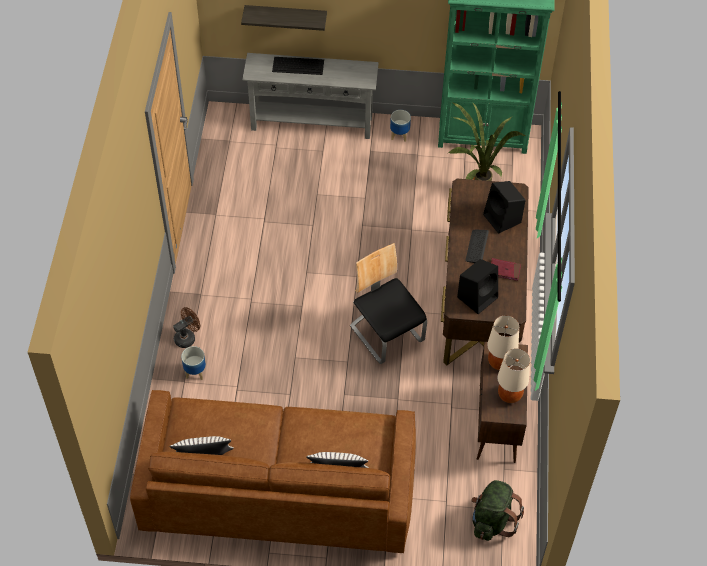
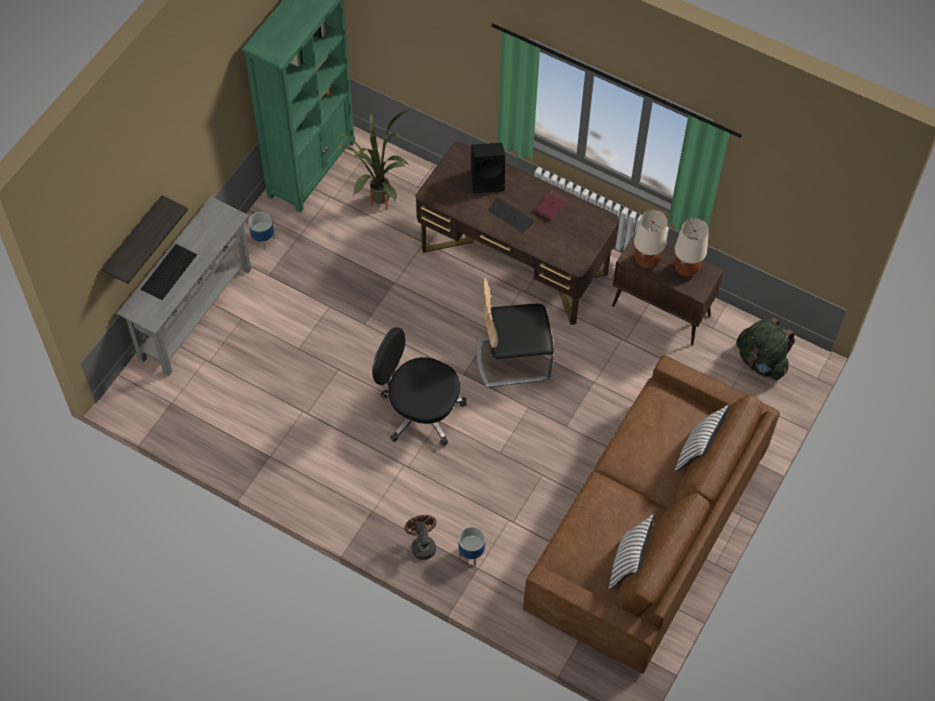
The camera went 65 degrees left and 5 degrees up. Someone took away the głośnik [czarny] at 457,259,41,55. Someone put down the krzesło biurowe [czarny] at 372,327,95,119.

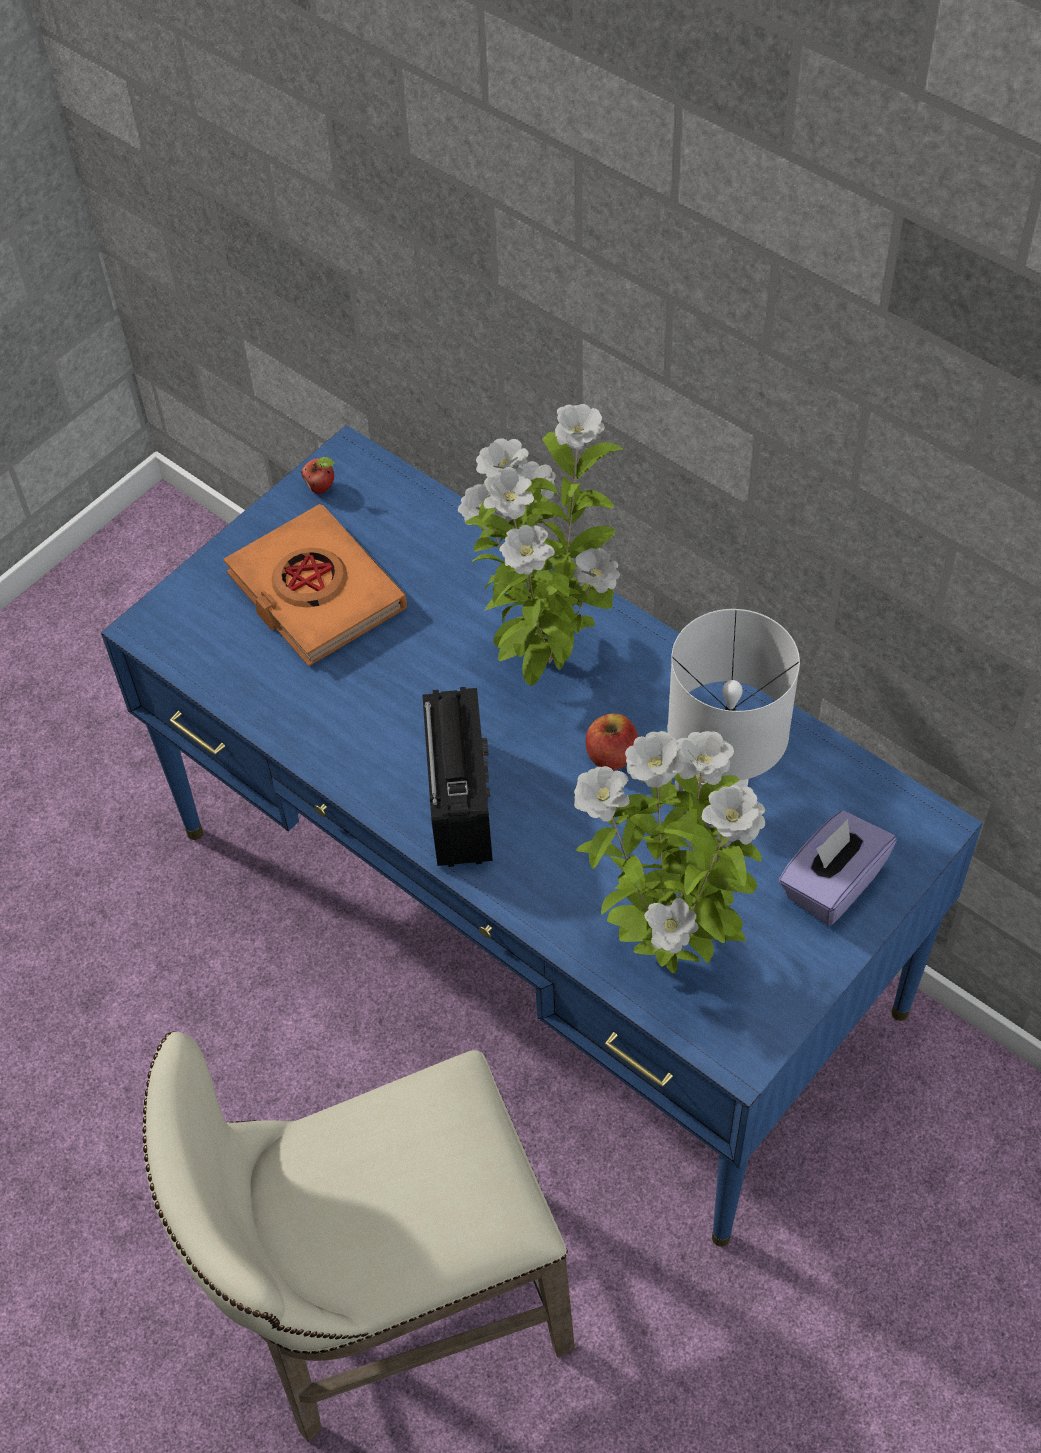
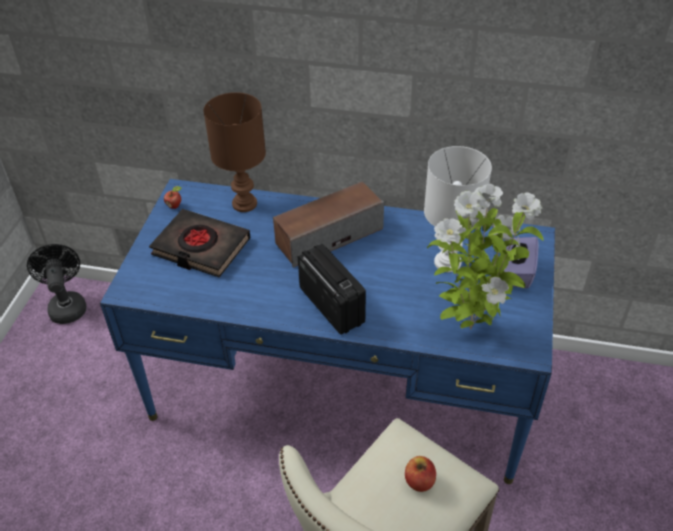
The camera went 30 degrees left and 10 degrees down. Someone swapped the roślina doniczkowa at 458,404,165,282 for the głośnik at 273,181,111,87. Someone repainted the książka [pomarańczowy] at 224,504,183,162, which became the książka [czarny] at 149,209,101,68. Someone carried the jabłko from 586,713,52,57 to 405,456,31,36. Someone put down the lampa stołowa [brązowy] at 204,92,62,120. Someone put down the wentylator [czarny] at 27,244,60,80.

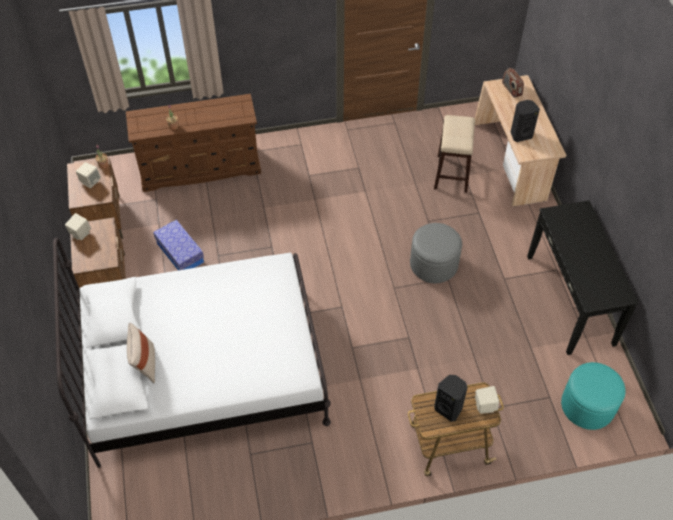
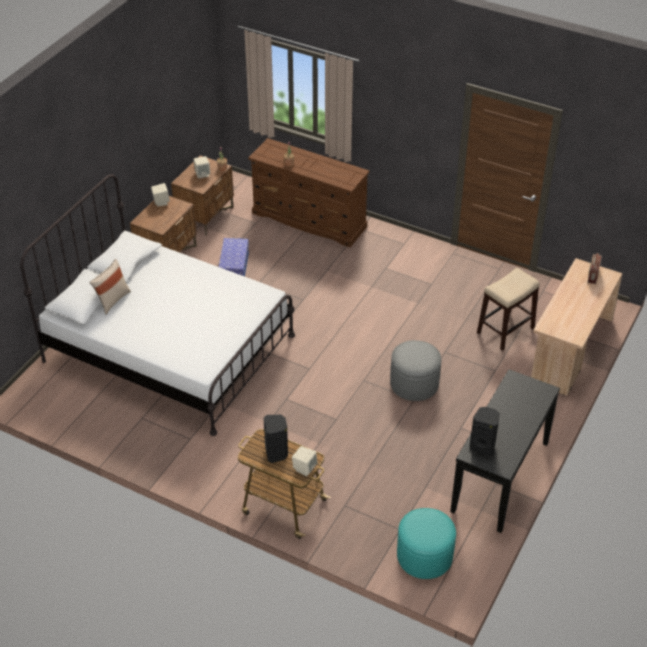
The camera went 40 degrees right and 10 degrees down. Someone carried the głośnik [czarny] from 511,100,29,42 to 469,407,31,48.

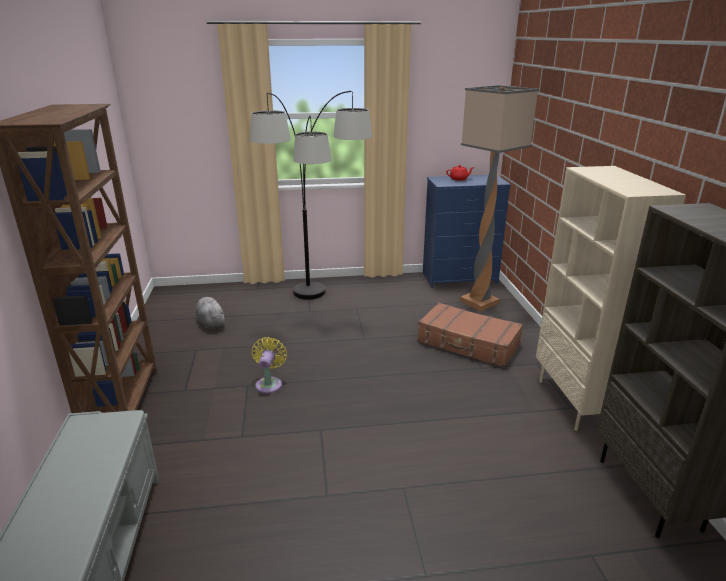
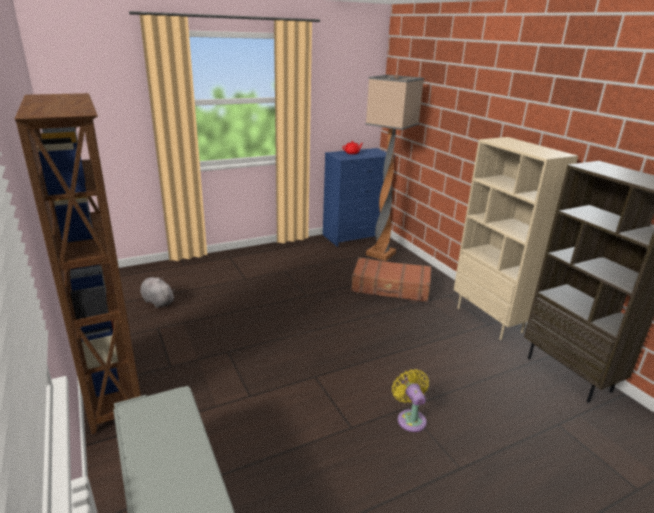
The camera went 20 degrees left and 0 degrees up. Someone took away the lampa stojąca at 250,91,122,209. Someone carried the wentylator [żółty] from 252,337,35,57 to 392,369,37,63.

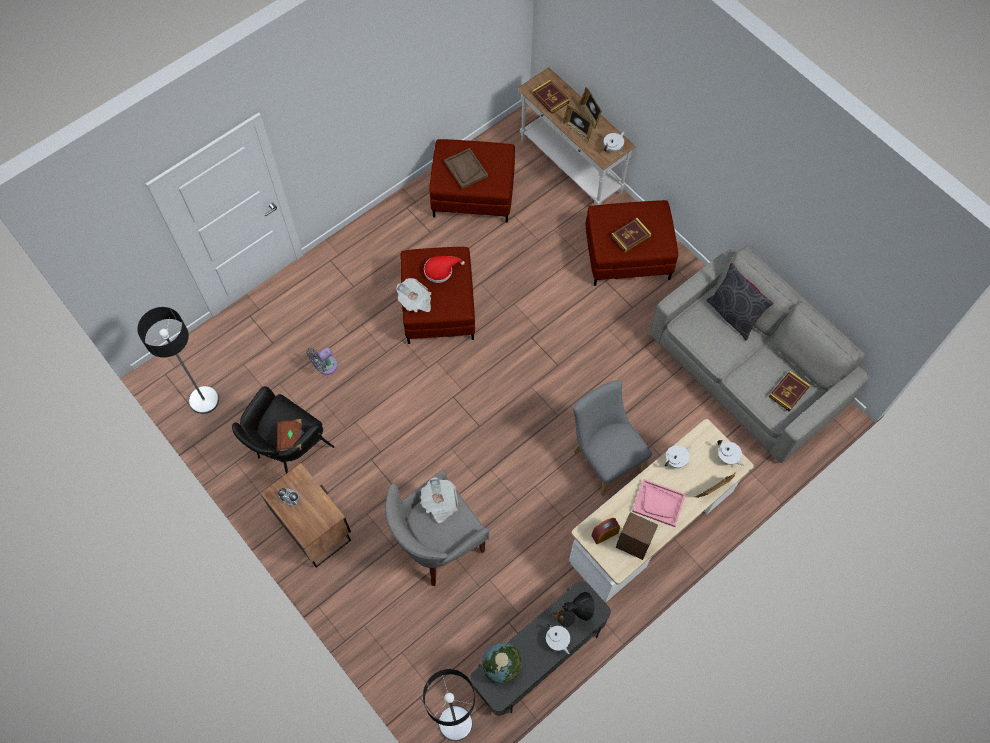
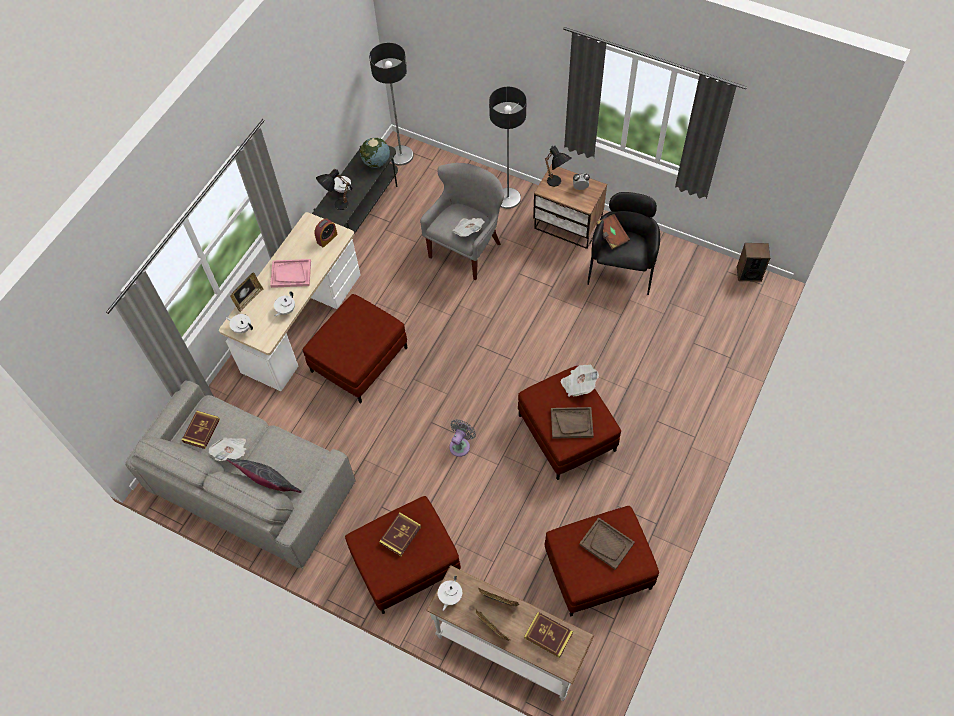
The camera went 160 degrees right and 5 degrees down. Someone swapped the kapelusz [czerwony] at 424,256,41,27 for the taca [brązowy] at 551,407,43,32. Someone carried the lampa stojąca from 137,307,82,107 to 489,87,37,122. Someone carried the wentylator [szary] from 306,347,32,28 to 449,419,27,38. Someone swapped the krzesło [szary] at 573,380,79,117 for the pufa [czerwony] at 303,294,105,109. Someone carried the głośnik from 616,512,42,48 to 737,243,33,39. Someone put down the lampa stołowa [czarny] at 545,146,27,41. Someone put down the gazeta at 209,437,37,24.

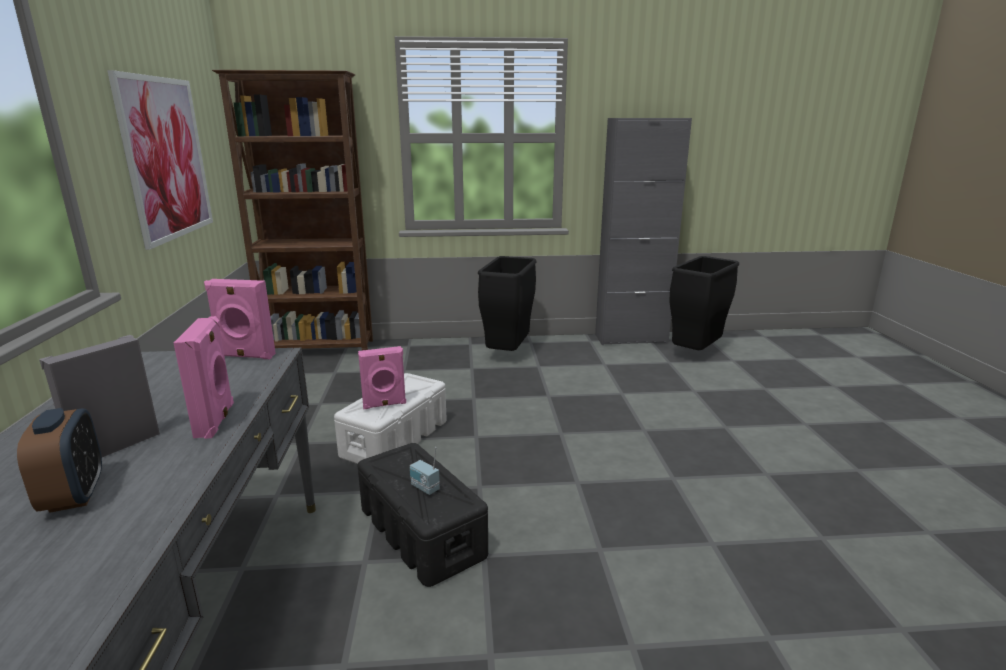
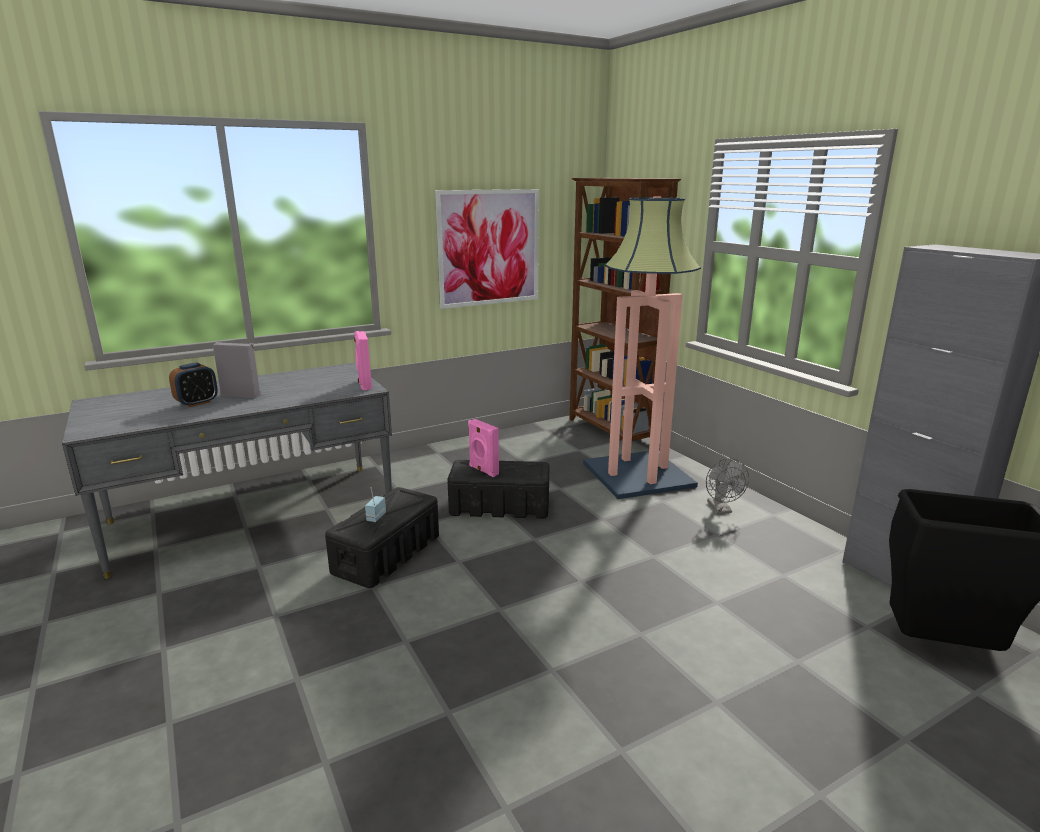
The camera went 65 degrees right and 0 degrees up. Someone swapped the kosz na śmieci [czarny] at 478,256,59,95 for the wentylator [szary] at 706,458,43,56. Someone took away the głośnik [różowy] at 174,316,60,123. Someone repainted the pojemnik do przechowywania [biały] at 334,373,113,91, which became the pojemnik do przechowywania [czarny] at 447,460,102,59. Someone put down the lampa stojąca at 583,197,118,302.

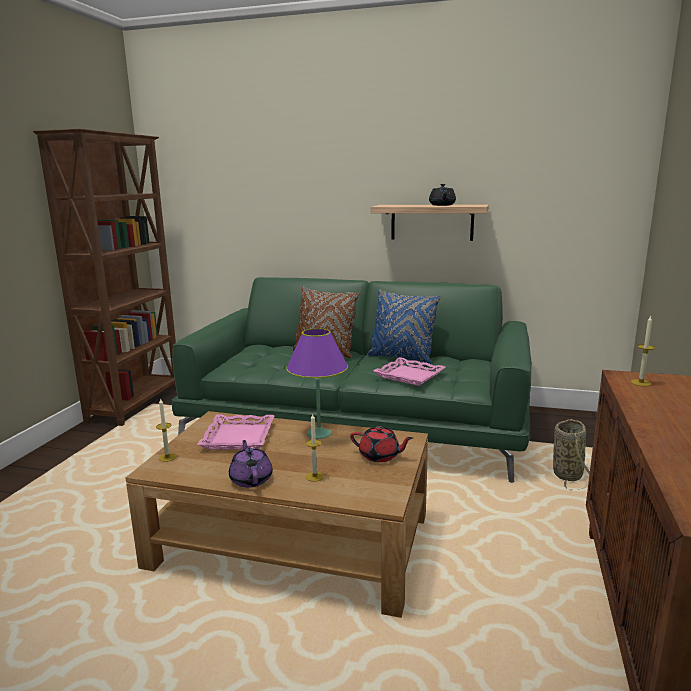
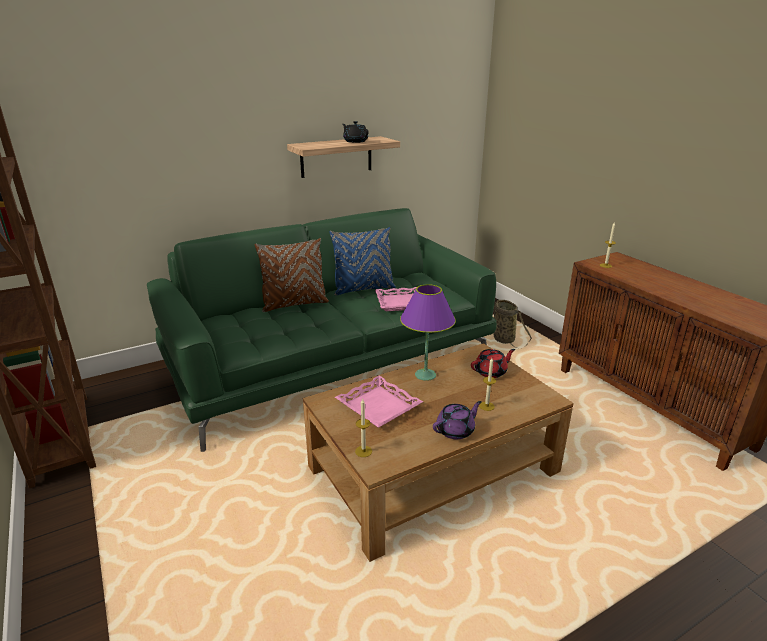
The camera went 45 degrees left and 10 degrees up. Someone rotated the imbryk [fioletowy] at 229,440,44,47 by 120 degrees clockwise.

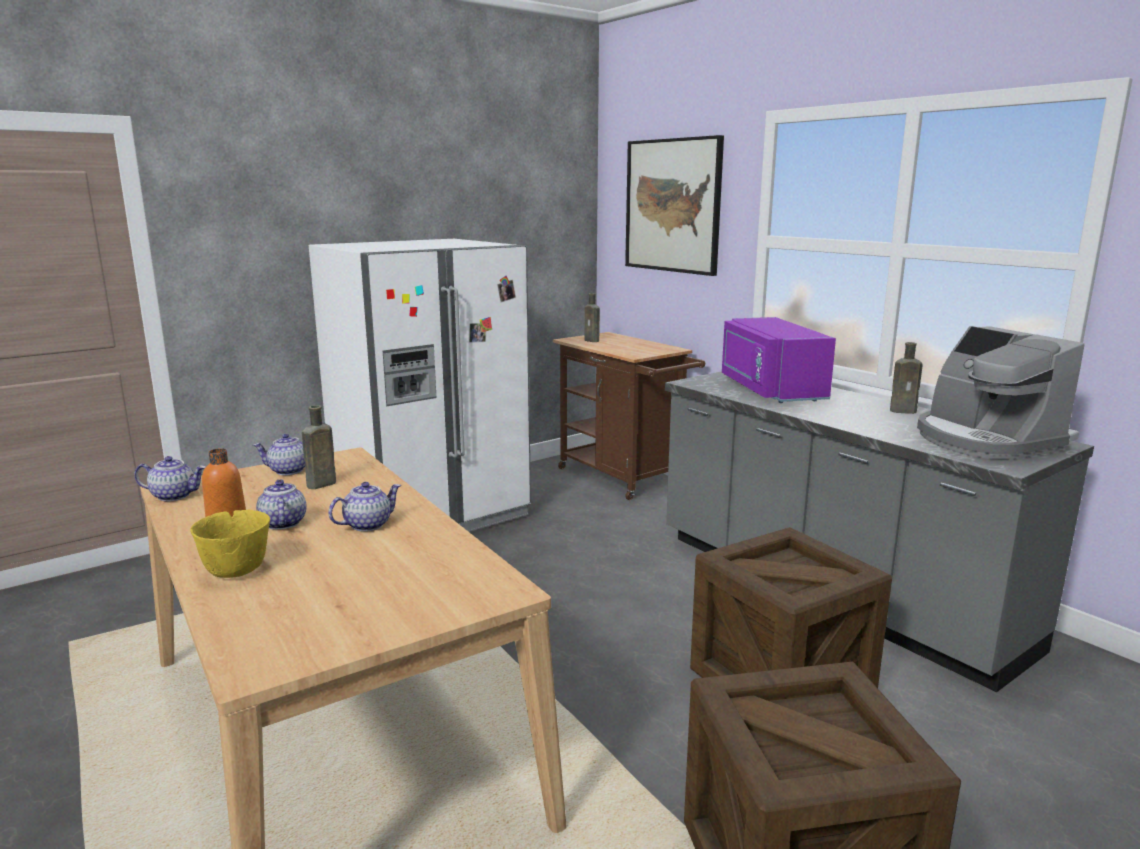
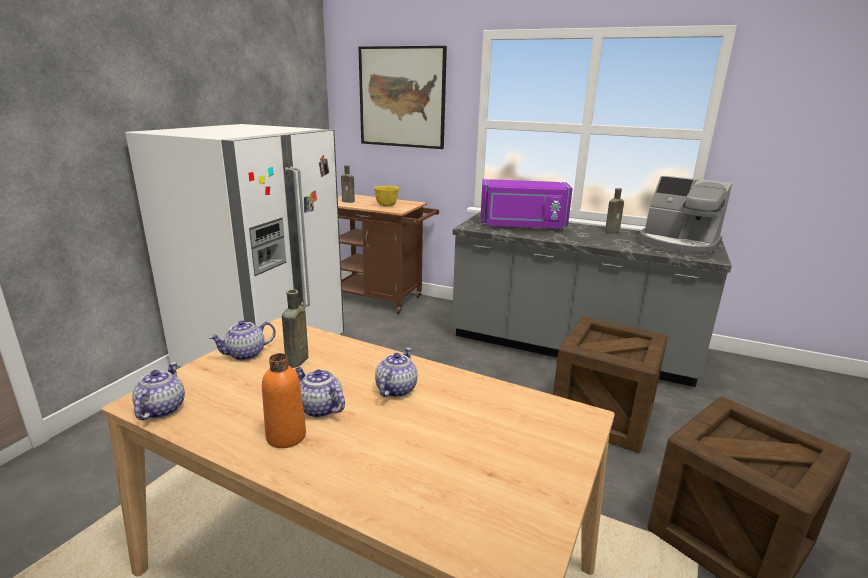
The camera went 30 degrees left and 5 degrees up. Someone rotated the mikrofalówka [fioletowy] at 722,317,114,86 by 45 degrees counterclockwise. Someone rotated the imbryk at 134,456,72,45 by 60 degrees counterclockwise. Someone carried the miska [żółty] from 190,510,80,68 to 374,186,25,21.

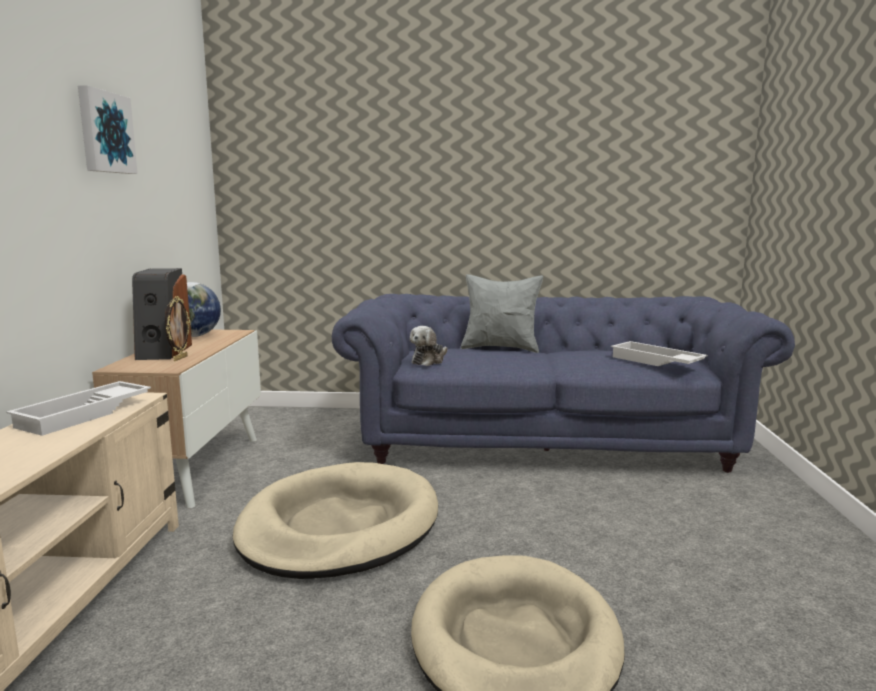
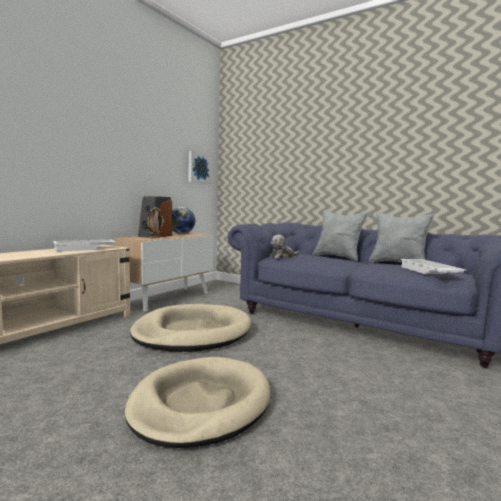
The camera went 30 degrees right and 5 degrees down. Someone carried the obraz from 78,85,60,89 to 189,151,22,33. Someone put down the poduszka [szary] at 369,212,65,50.

